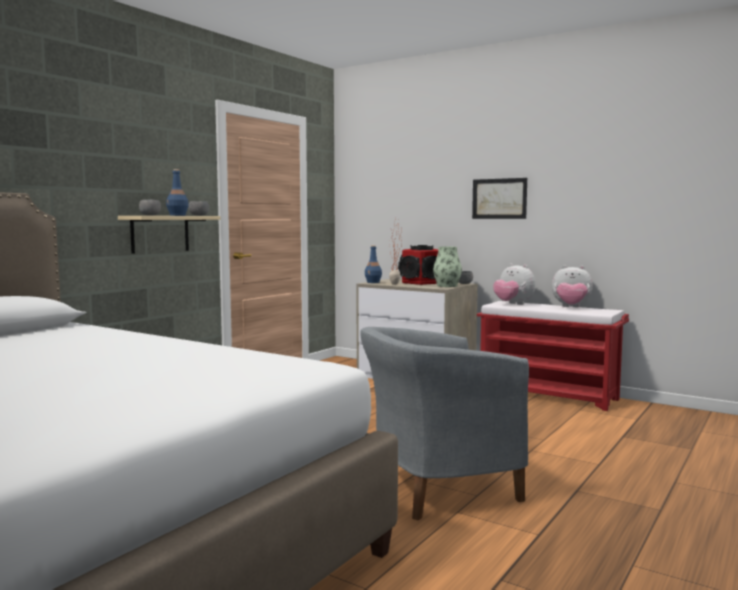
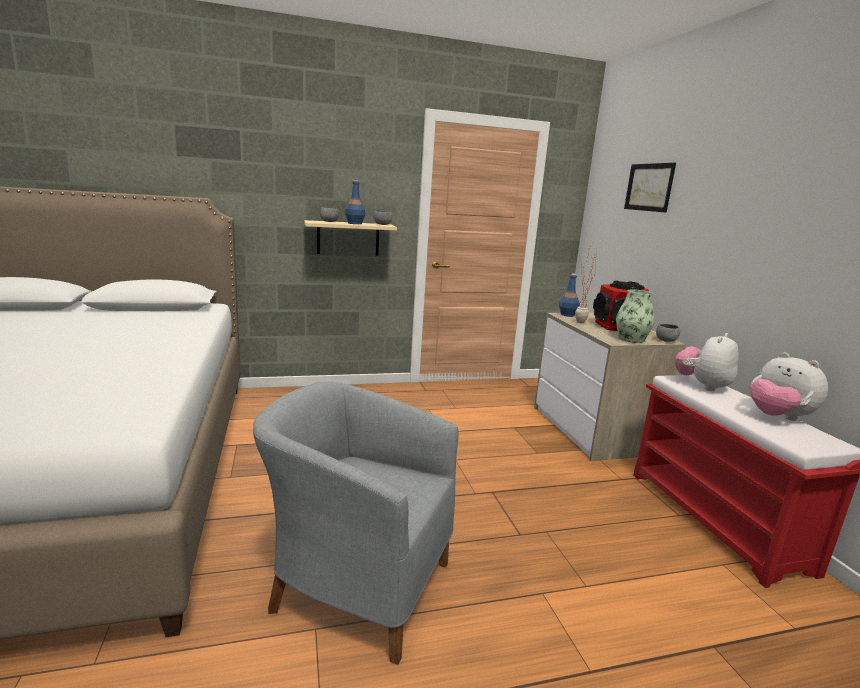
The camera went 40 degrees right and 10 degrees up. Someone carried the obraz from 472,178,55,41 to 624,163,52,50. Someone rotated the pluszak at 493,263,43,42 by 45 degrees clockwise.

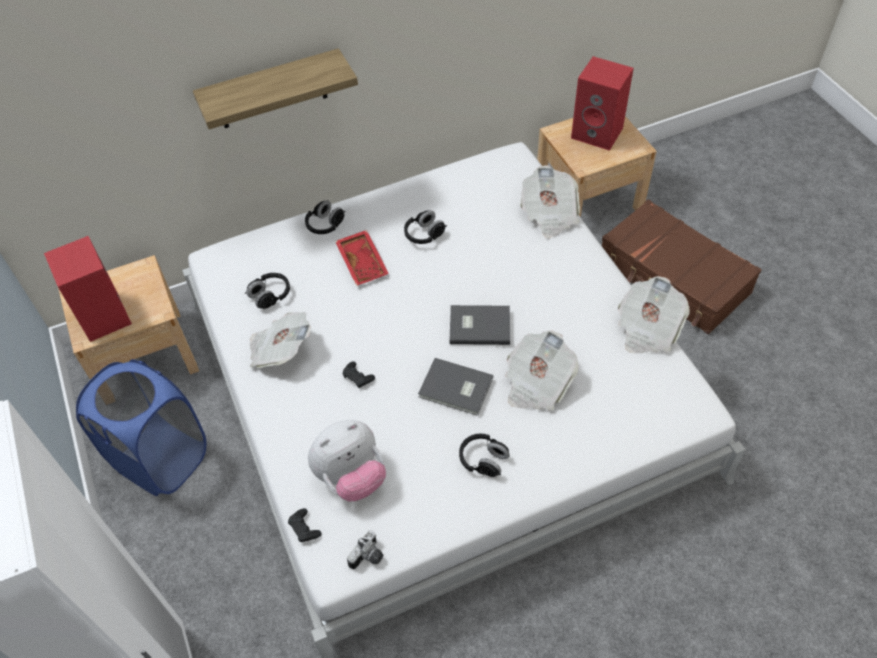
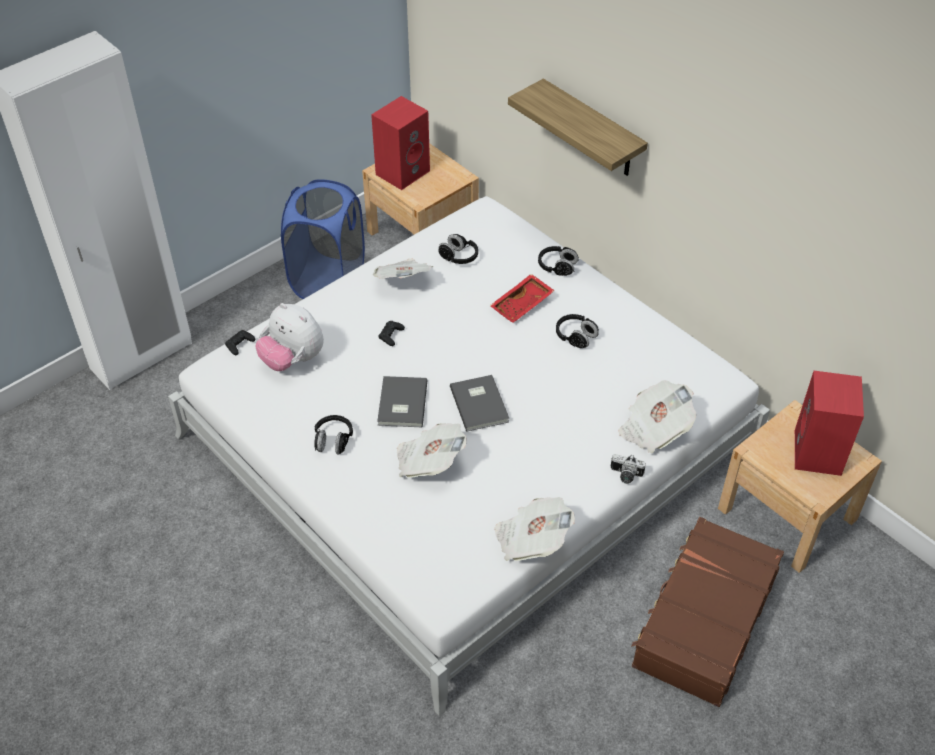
The camera went 70 degrees right and 5 degrees down. Someone carried the aparat fotograficzny from 347,530,36,39 to 611,454,35,30.

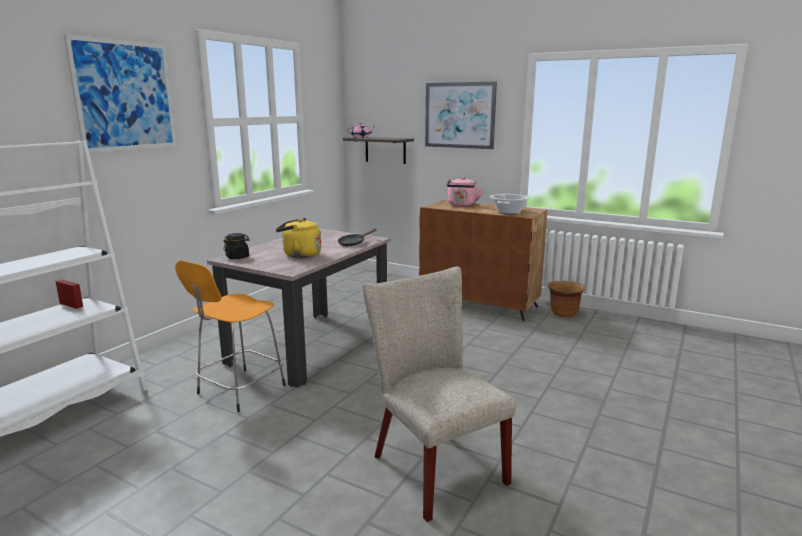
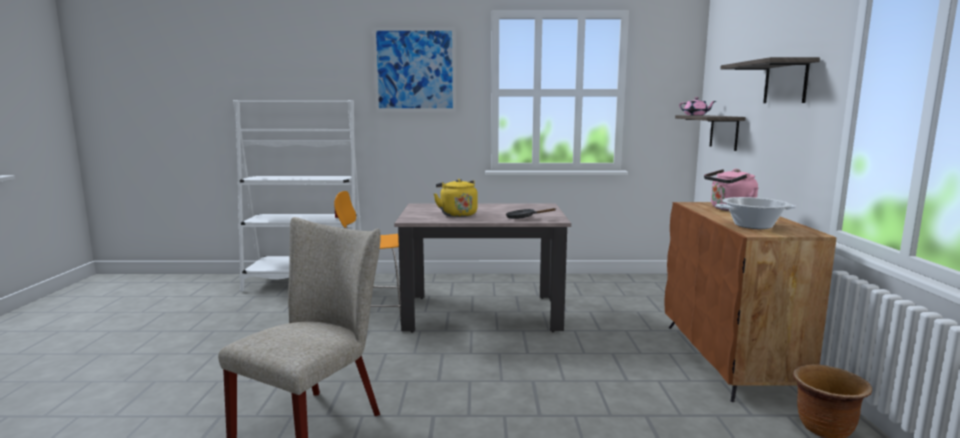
The camera went 60 degrees right and 5 degrees down. Someone swapped the obraz at 425,82,72,67 for the półka at 720,57,100,46. Someone took away the słoik [czarny] at 223,233,27,26.

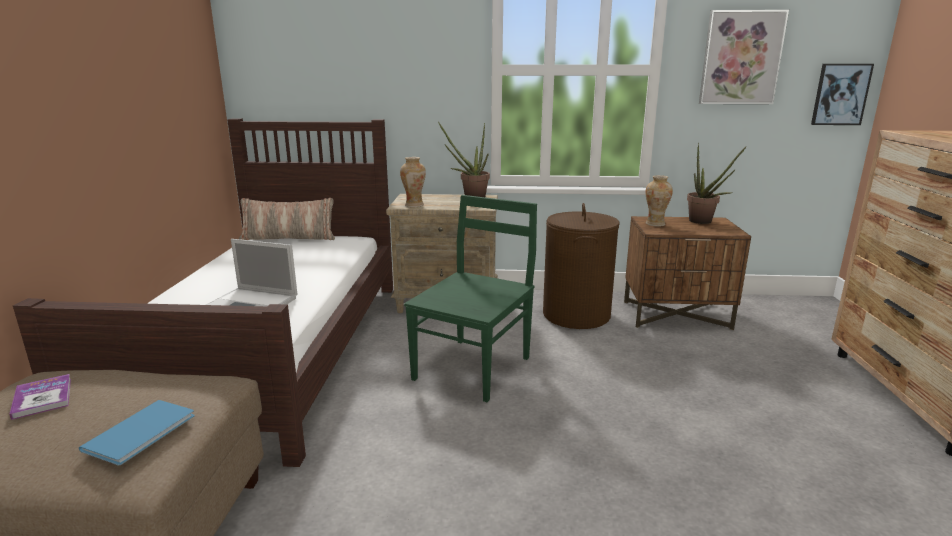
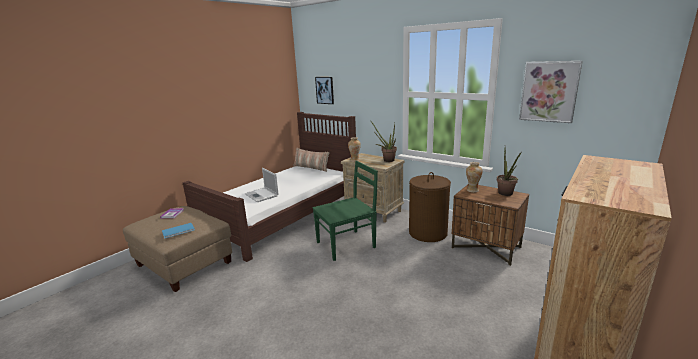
The camera went 35 degrees right and 0 degrees up. Someone carried the obraz from 811,64,63,61 to 315,77,19,27.

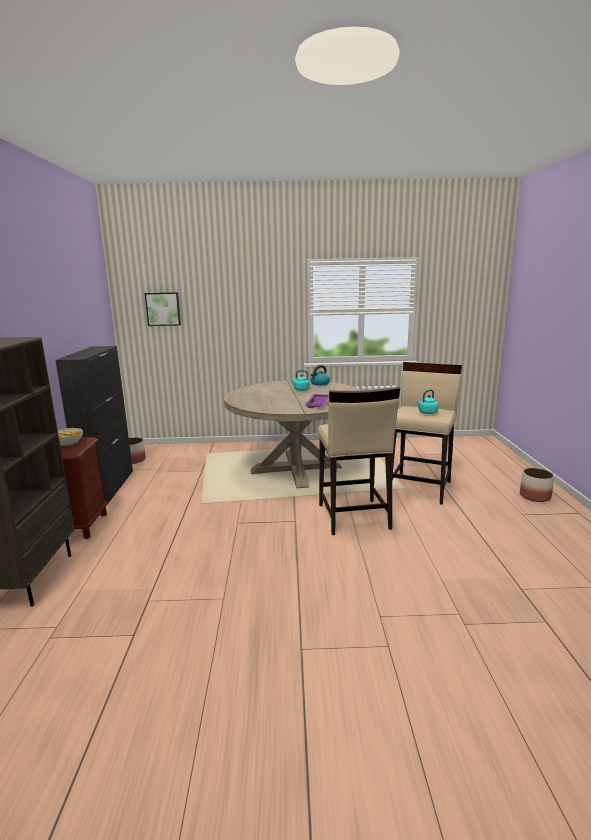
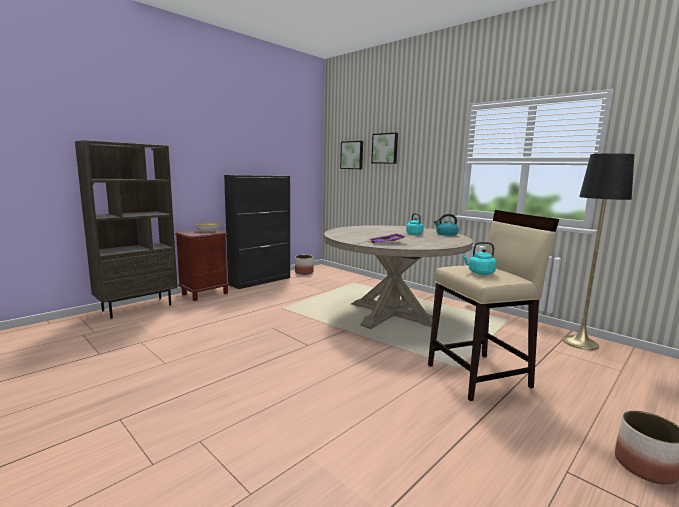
The camera went 45 degrees right and 5 degrees down. Someone took away the stołek [beżowy] at 318,387,82,148. Someone put up the obraz at 371,133,27,31. Someone put down the lampa stojąca [czarny] at 563,153,71,197.

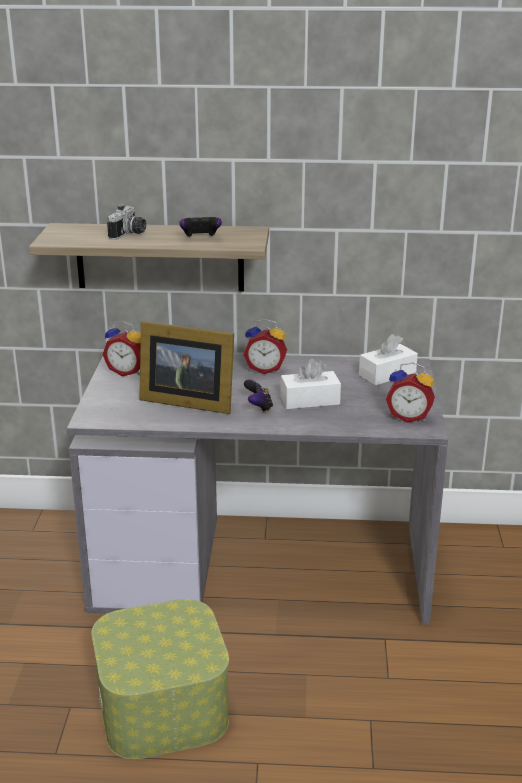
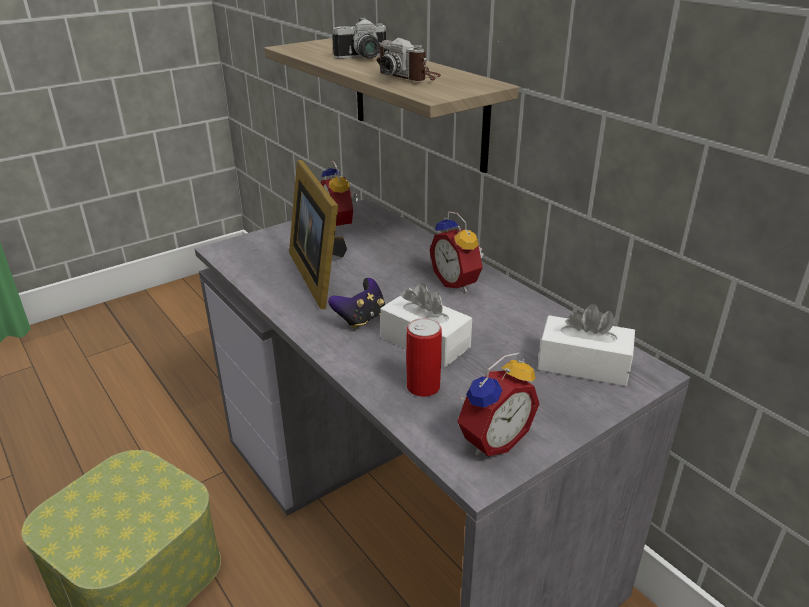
The camera went 50 degrees right and 5 degrees up. Someone swapped the pad do gier at 180,216,42,21 for the aparat fotograficzny at 377,38,64,43. Someone rotated the budzik at 386,362,49,61 by 105 degrees counterclockwise. Someone put down the puszka at 406,318,36,79.

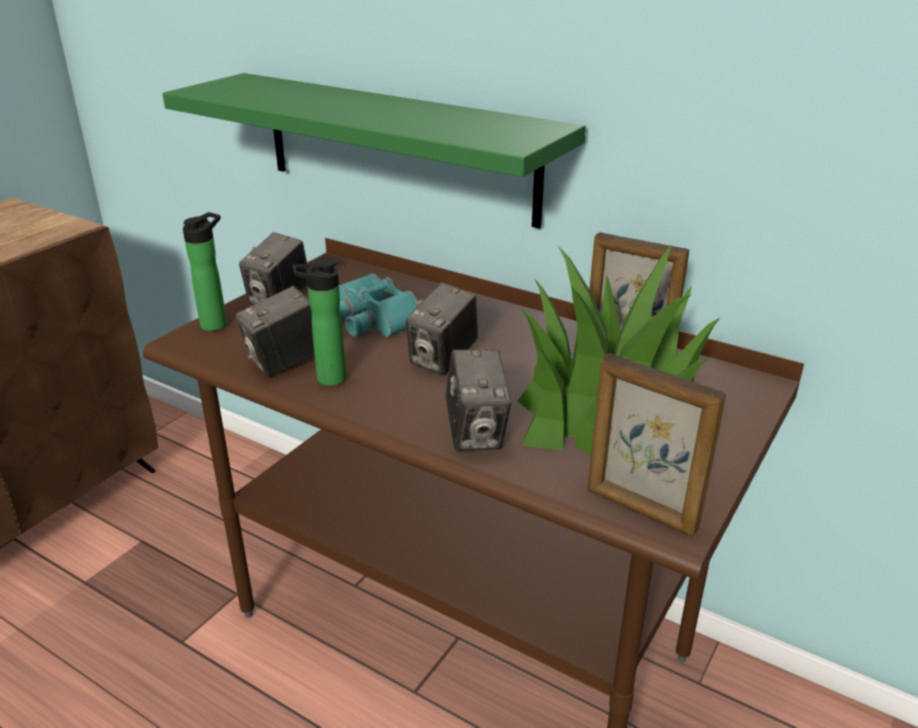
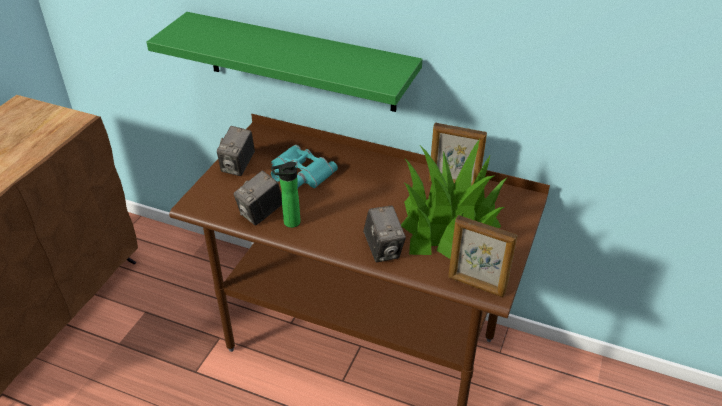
The camera went 10 degrees left and 10 degrees up. Someone took away the butelka at 183,212,44,119. Someone took away the aparat fotograficzny at 406,283,72,93.

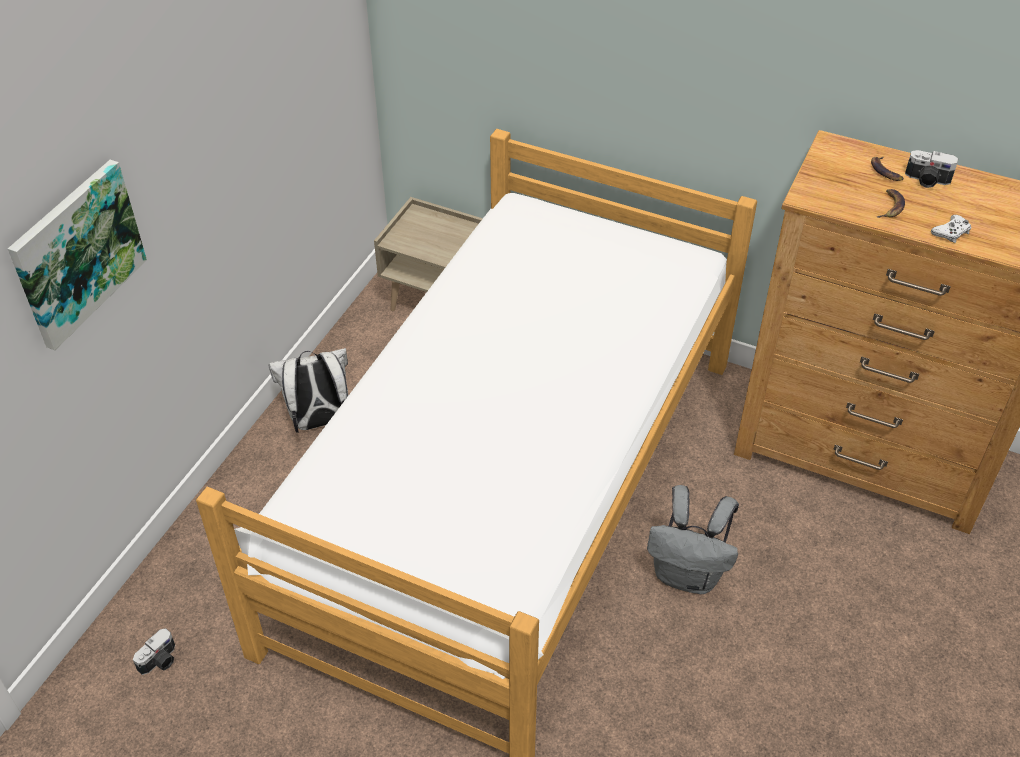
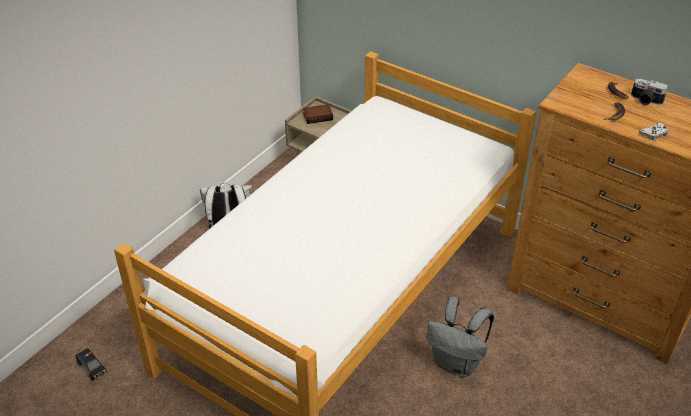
The camera went 10 degrees right and 5 degrees down. Someone took away the obraz at 8,160,139,190. Someone swapped the aparat fotograficzny at 133,628,42,47 for the samochodzik at 75,348,32,32. Someone put down the książka at 303,104,30,20.

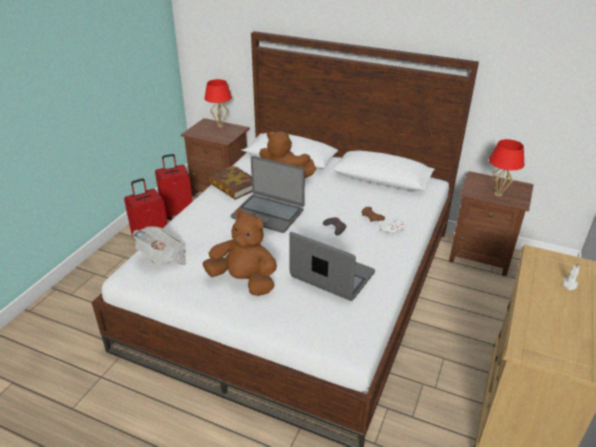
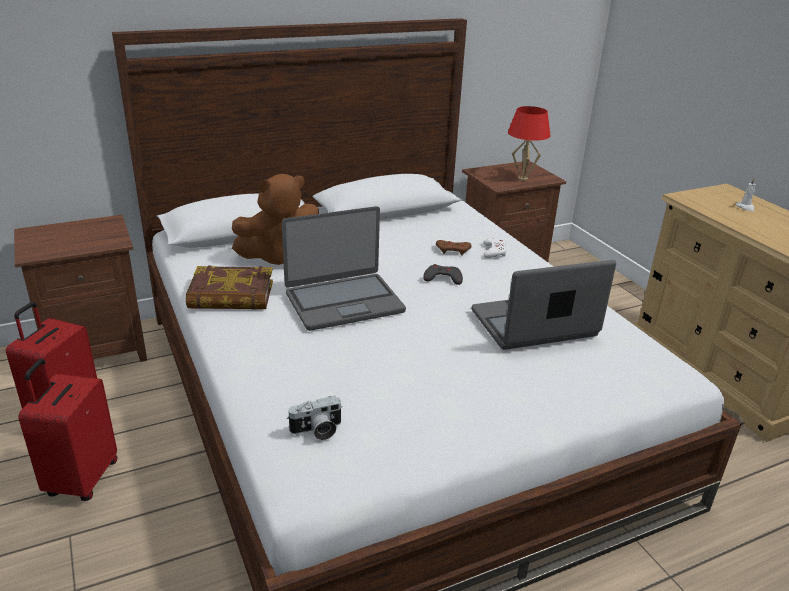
The camera went 50 degrees left and 5 degrees down. Someone took away the lampa stołowa [czerwony] at 204,79,28,48. Someone took away the pluszak [brązowy] at 202,209,75,87. Someone swapped the gazeta at 133,226,53,39 for the aparat fotograficzny at 287,396,56,44.

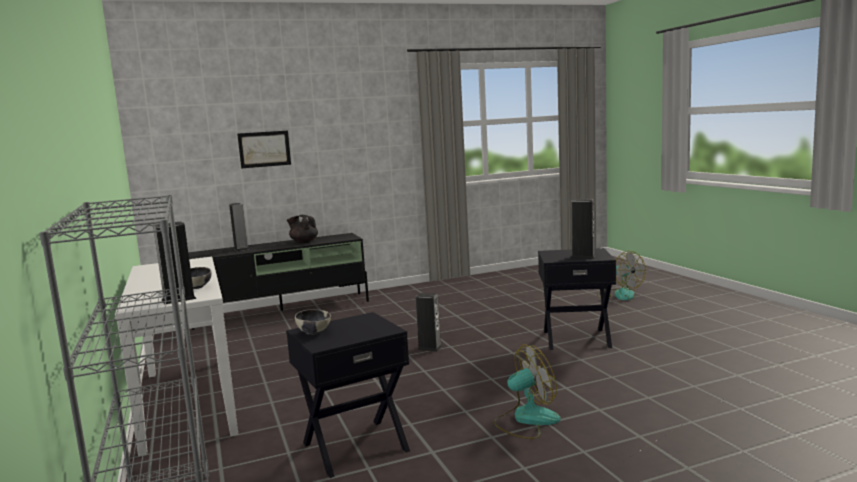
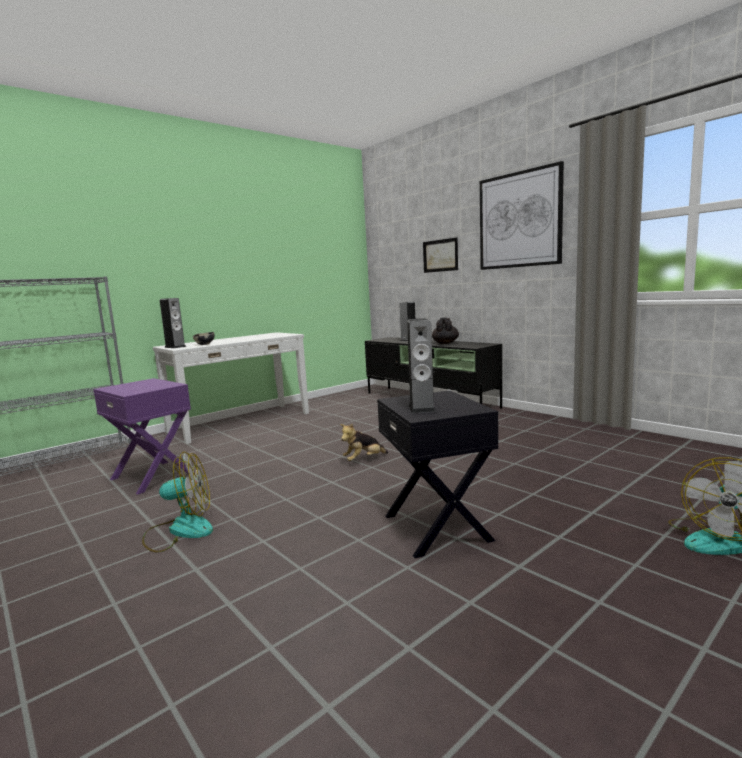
The camera went 70 degrees right and 0 degrees up. Someone swapped the głośnik at 415,293,27,58 for the pluszak at 340,424,48,37. Someone took away the miska at 295,309,36,26. Someone repainted the stolik [czarny] at 286,312,124,166, which became the stolik [fioletowy] at 93,378,102,117. Someone rotated the wentylator at 494,345,67,94 by 60 degrees counterclockwise. Someone put up the obraz at 480,161,84,109.

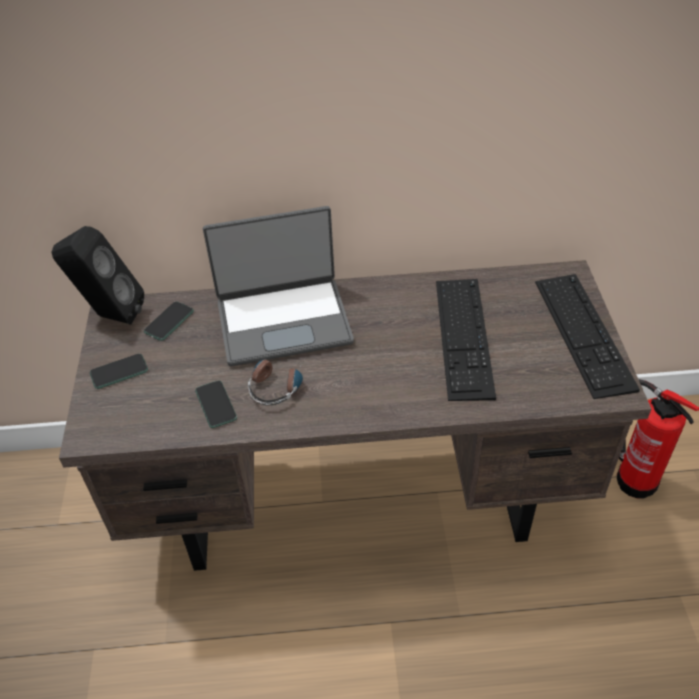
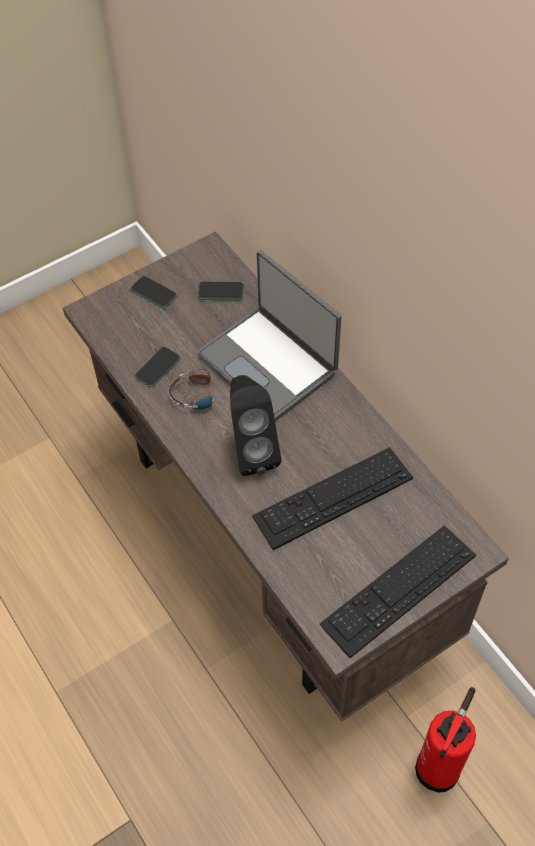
The camera went 60 degrees right and 10 degrees up. Someone carried the głośnik [czarny] from 52,226,92,99 to 230,375,51,101.

